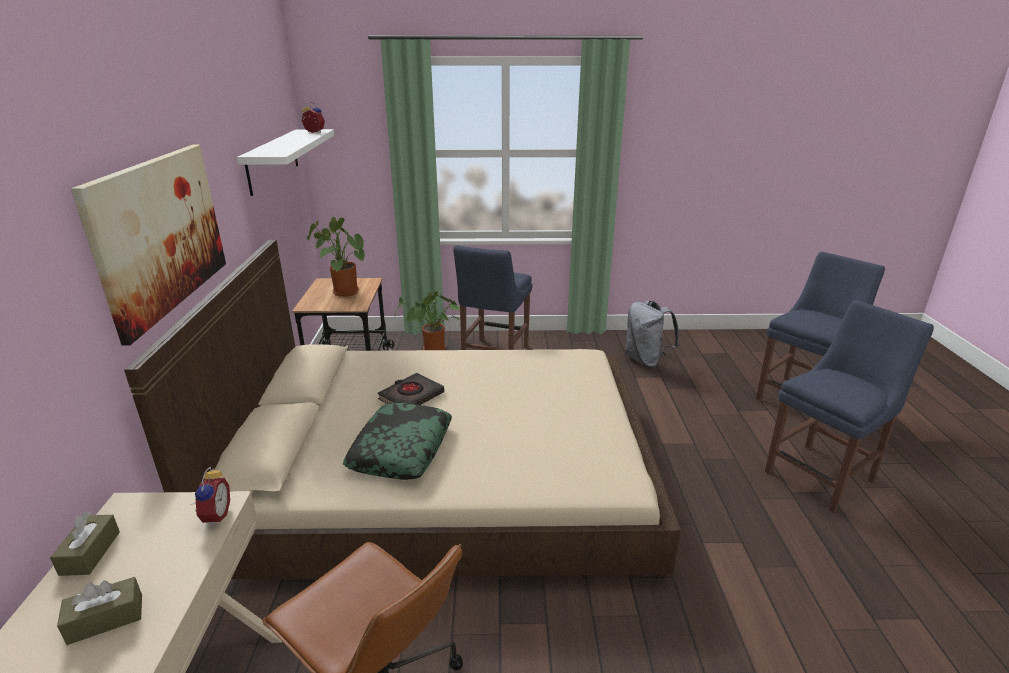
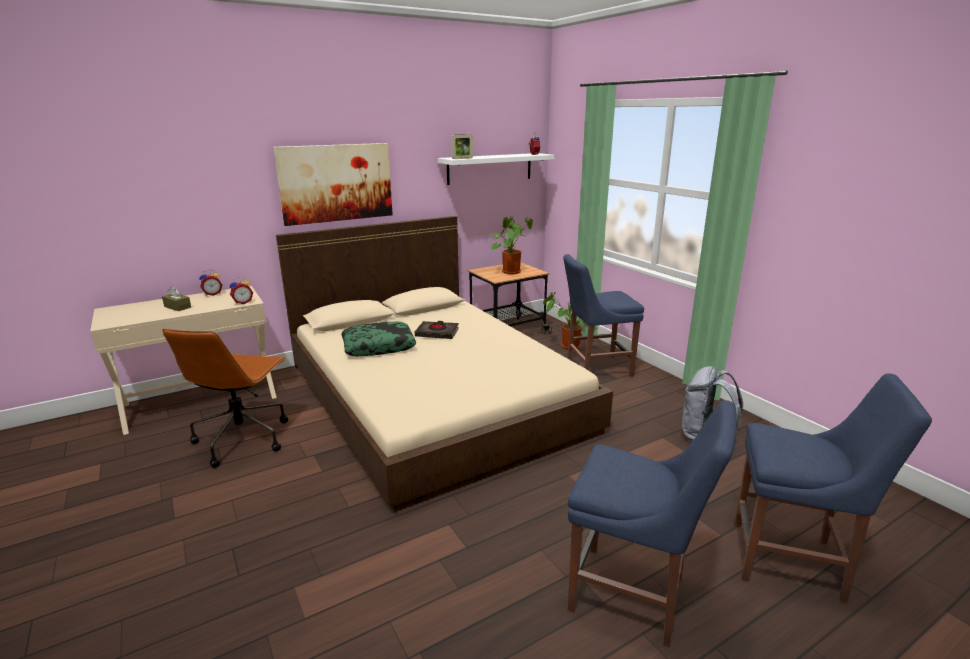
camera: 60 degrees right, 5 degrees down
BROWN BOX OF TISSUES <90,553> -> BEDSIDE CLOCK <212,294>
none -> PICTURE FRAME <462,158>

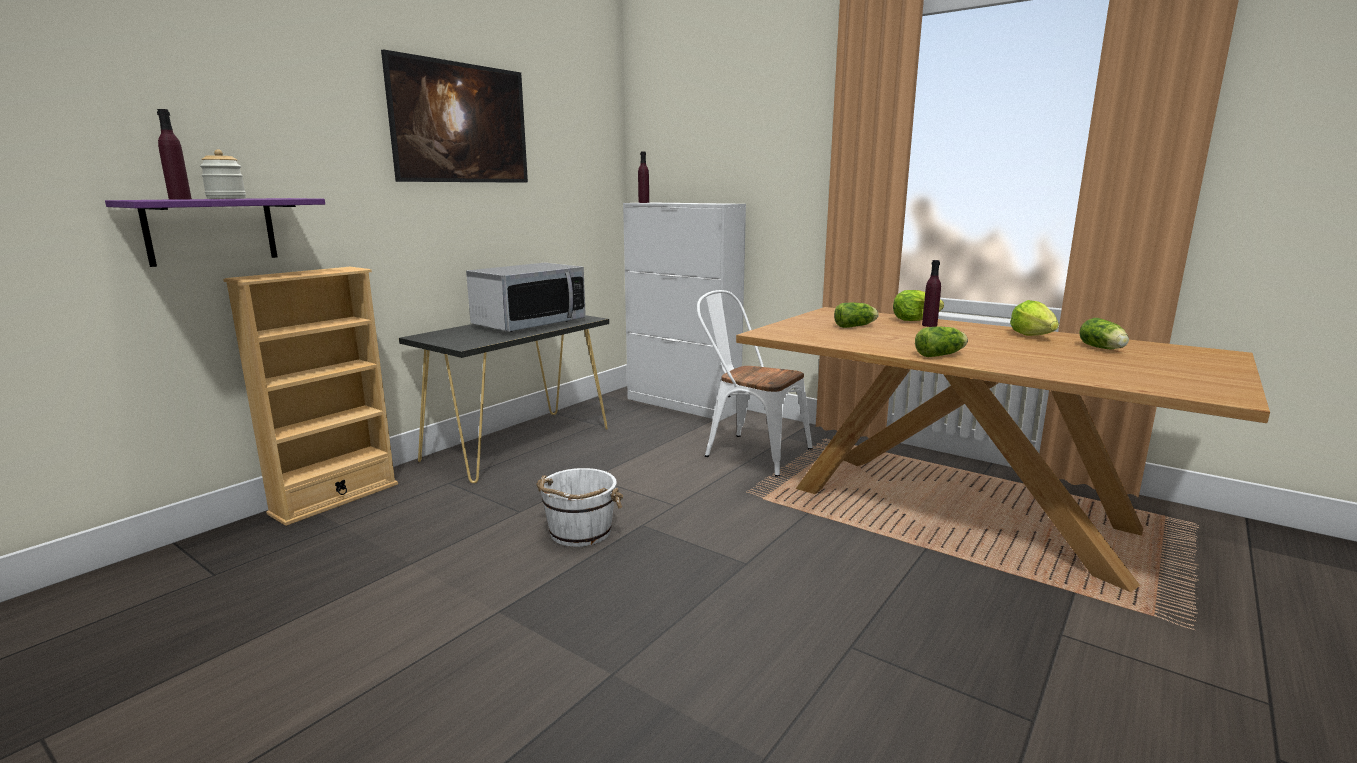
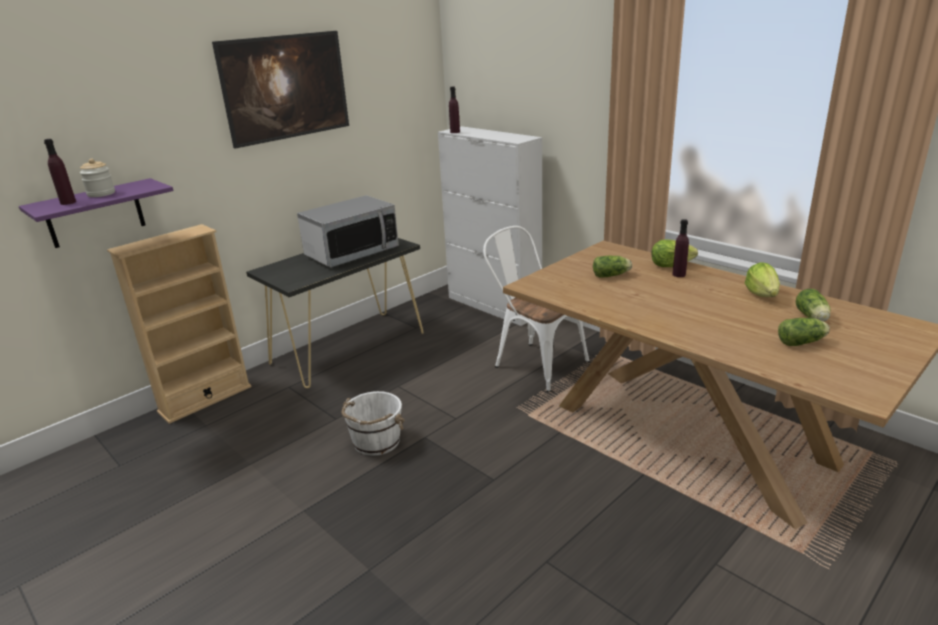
camera: 10 degrees right, 10 degrees up
LETTUCE <941,355> -> LETTUCE <802,342>, relocated

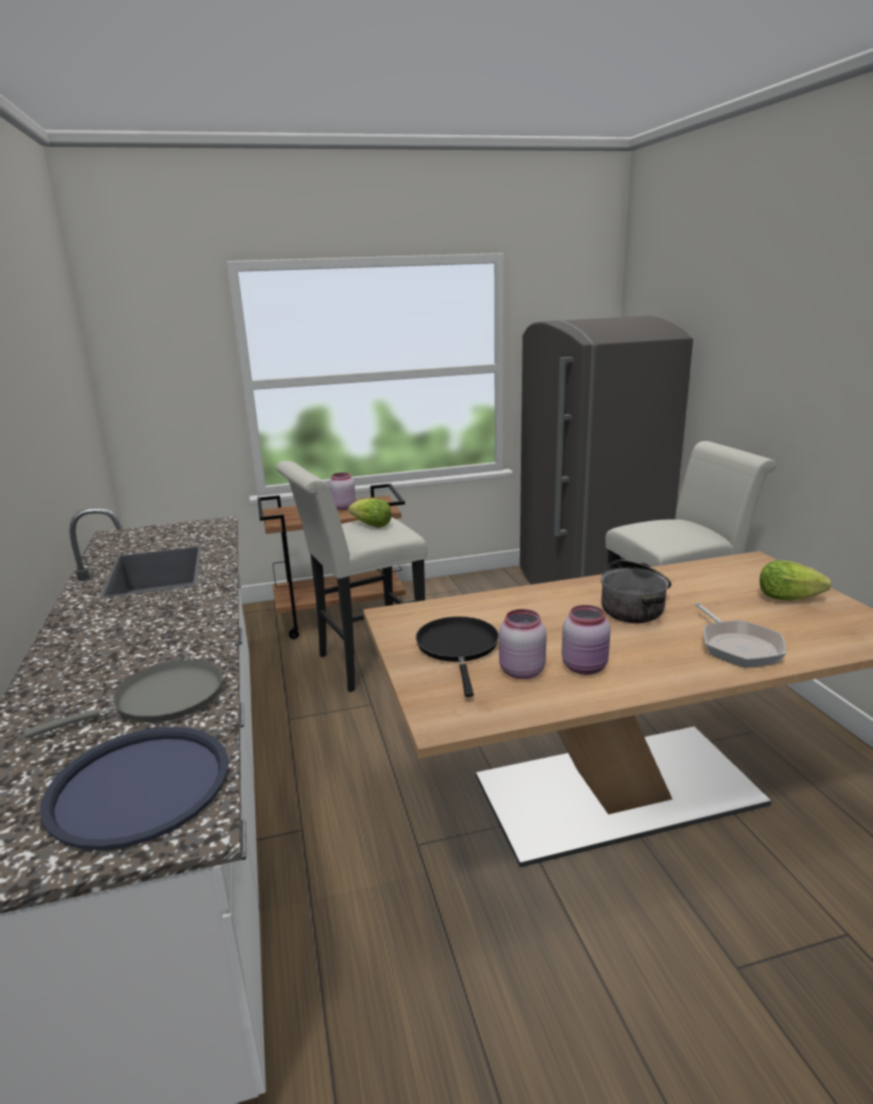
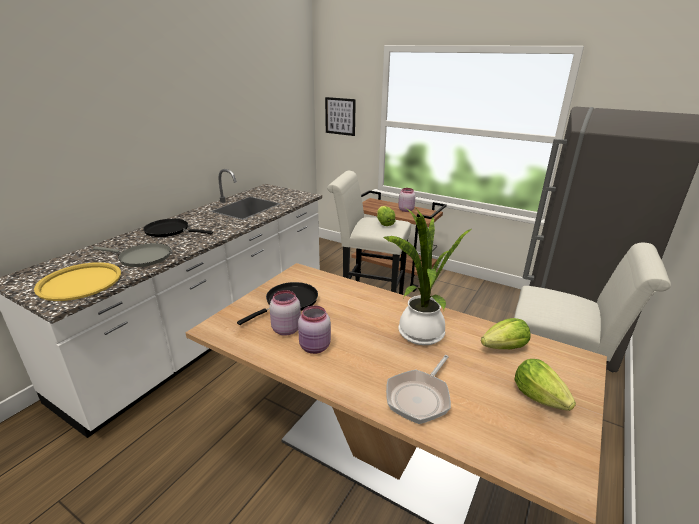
camera: 45 degrees right, 5 degrees up
BLUE-COLOURED TRAY <140,786> -> YELLOWISH TRAY <80,282>
SAUCEPOT <635,605> -> PLANT IN A POT <419,335>
none -> BLACKISH SKILLET <170,231>
none -> PICTURE <340,116>
none -> LETTUCE <504,348>

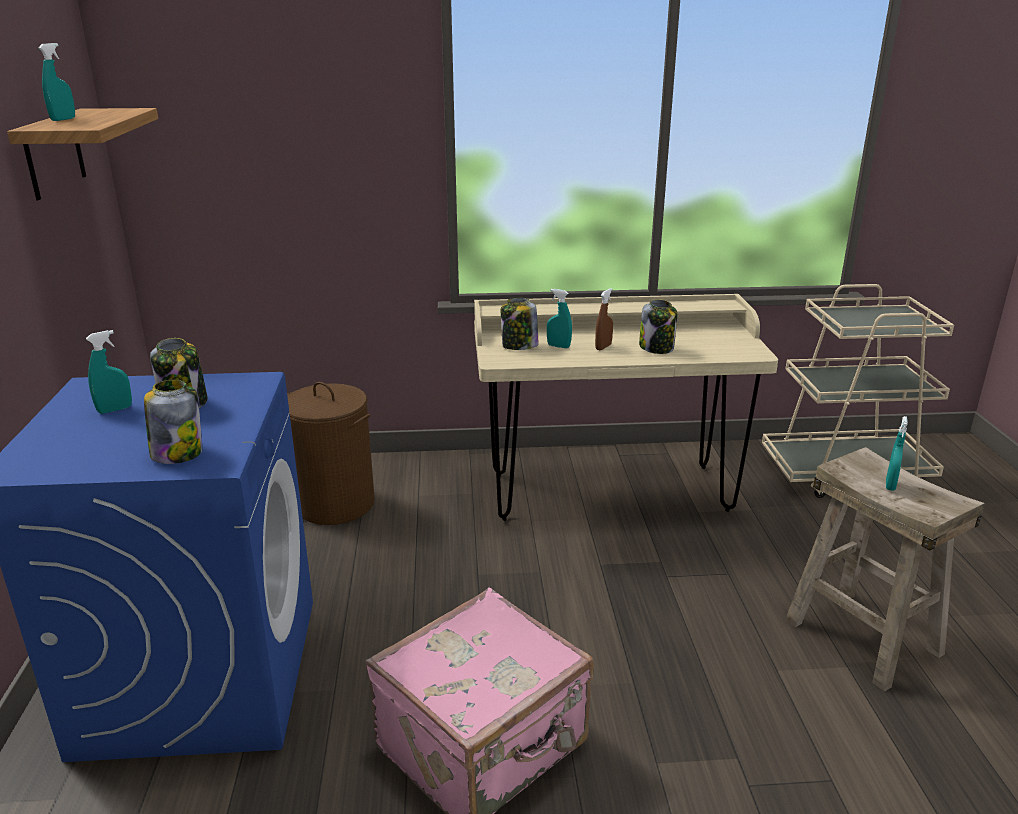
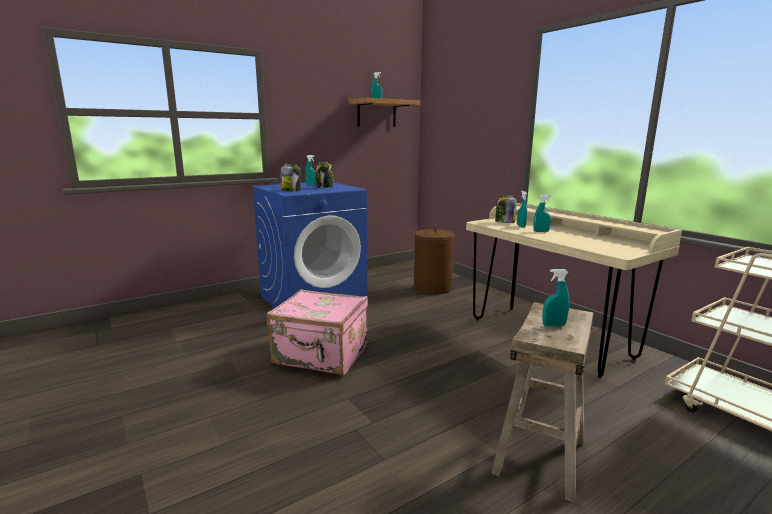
camera: 60 degrees right, 10 degrees down
BROWN SPRAYER <603,347> -> TURQUOISE SPRAYER <541,231>
PRESERVE JAR <657,348> -> none

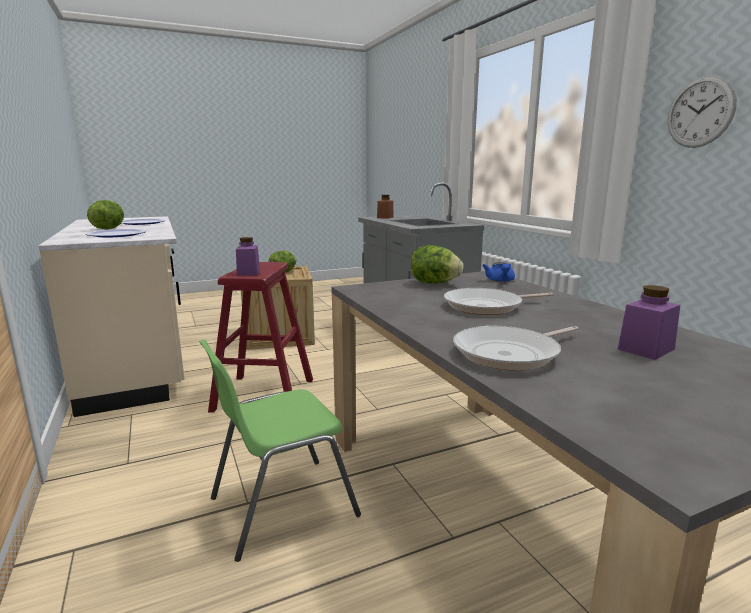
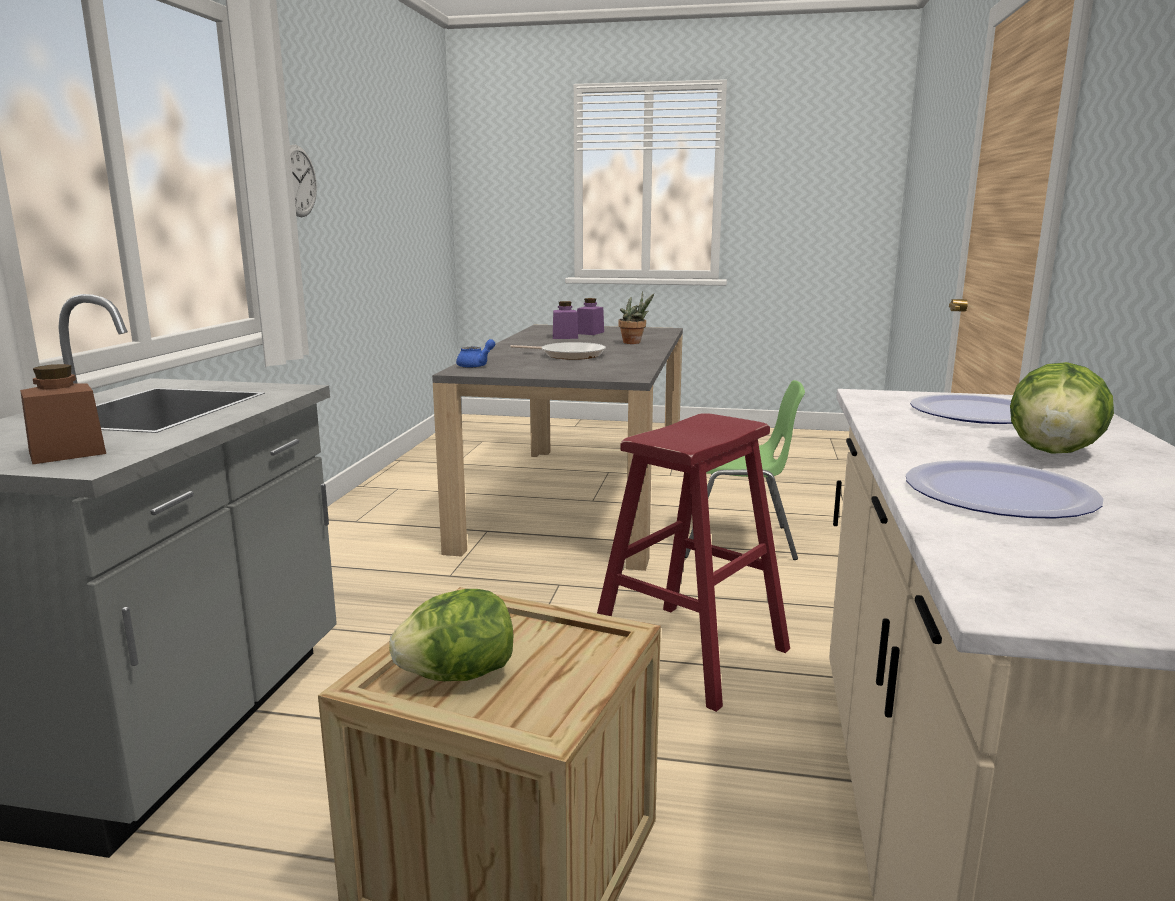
camera: 145 degrees left, 0 degrees up
PURPLISH PRESERVE JAR <248,272> -> PURPLISH PRESERVE JAR <590,333>, relocated
LETTUCE <434,283> -> none
SKILLET <510,353> -> PLANT IN A POT <634,343>

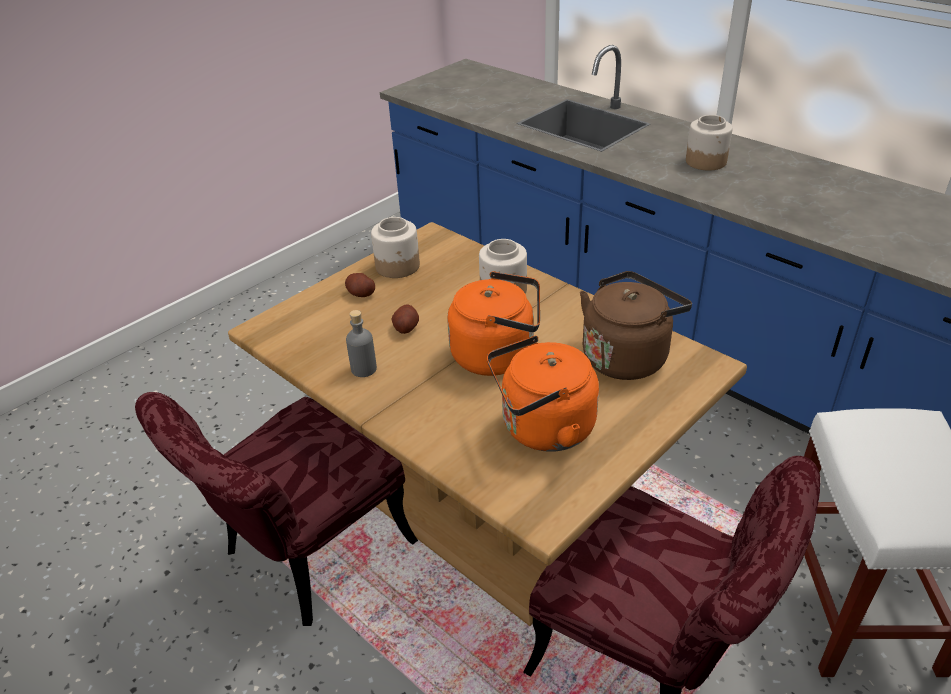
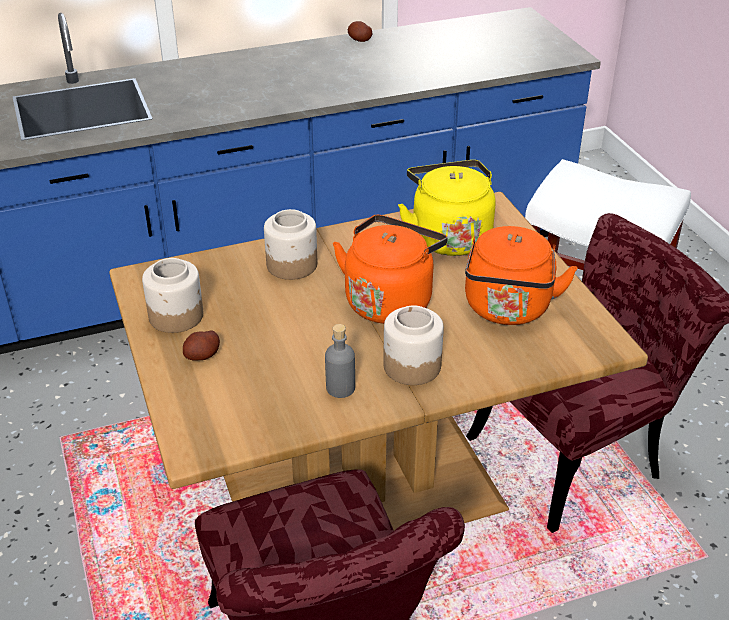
camera: 65 degrees left, 0 degrees up
POTATO <406,328> -> POTATO <359,40>, relocated
BROWN WATER KETTLE <627,356> -> YELLOWISH WATER KETTLE <448,236>
PRESERVE JAR <706,161> -> PRESERVE JAR <411,365>, relocated

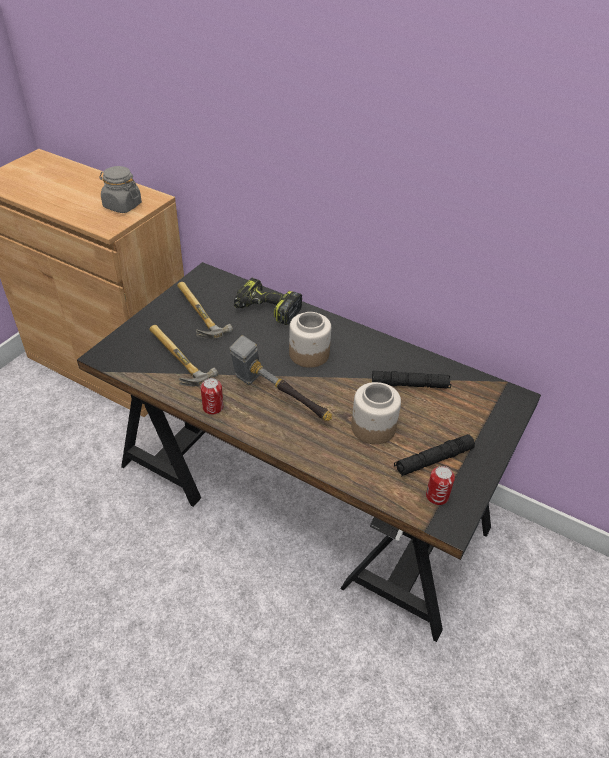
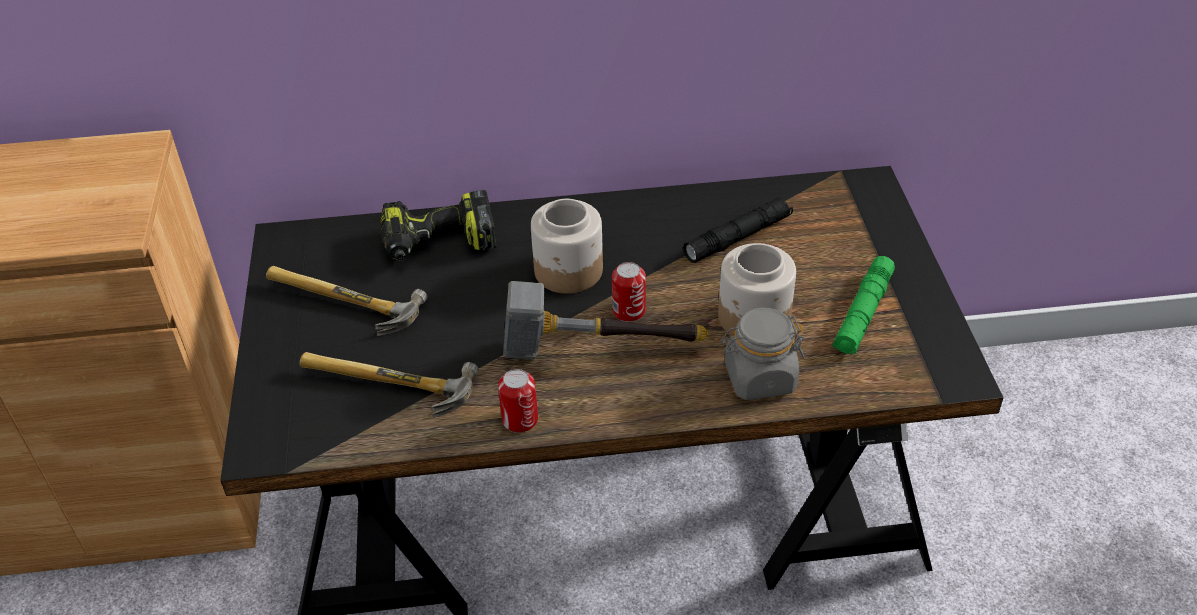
camera: 35 degrees left, 0 degrees up
GREYISH PRESERVE JAR <122,205> -> GREYISH PRESERVE JAR <759,378>, relocated
BLACKISH FLASHLIGHT <433,460> -> GREEN-COLOURED FLASHLIGHT <863,314>
SEALED CAN <437,496> -> SEALED CAN <628,311>, relocated

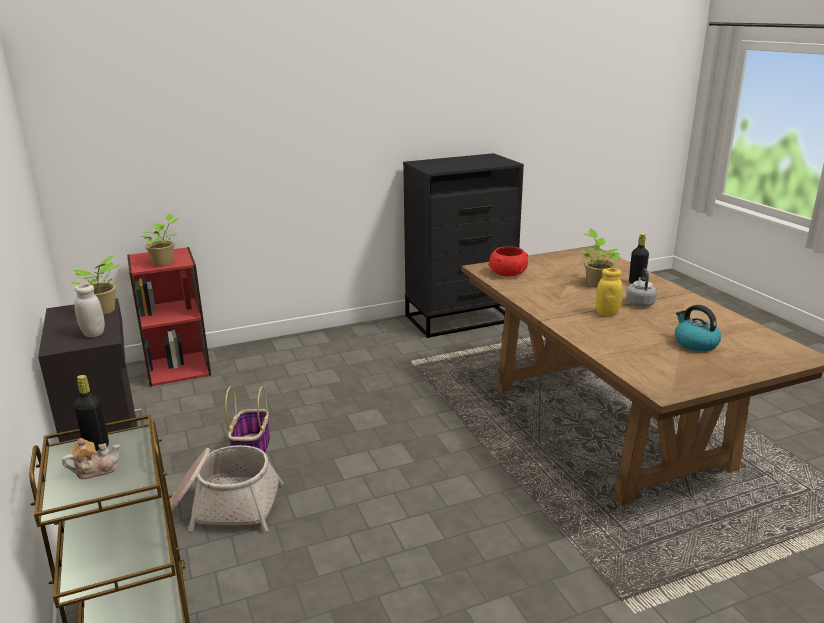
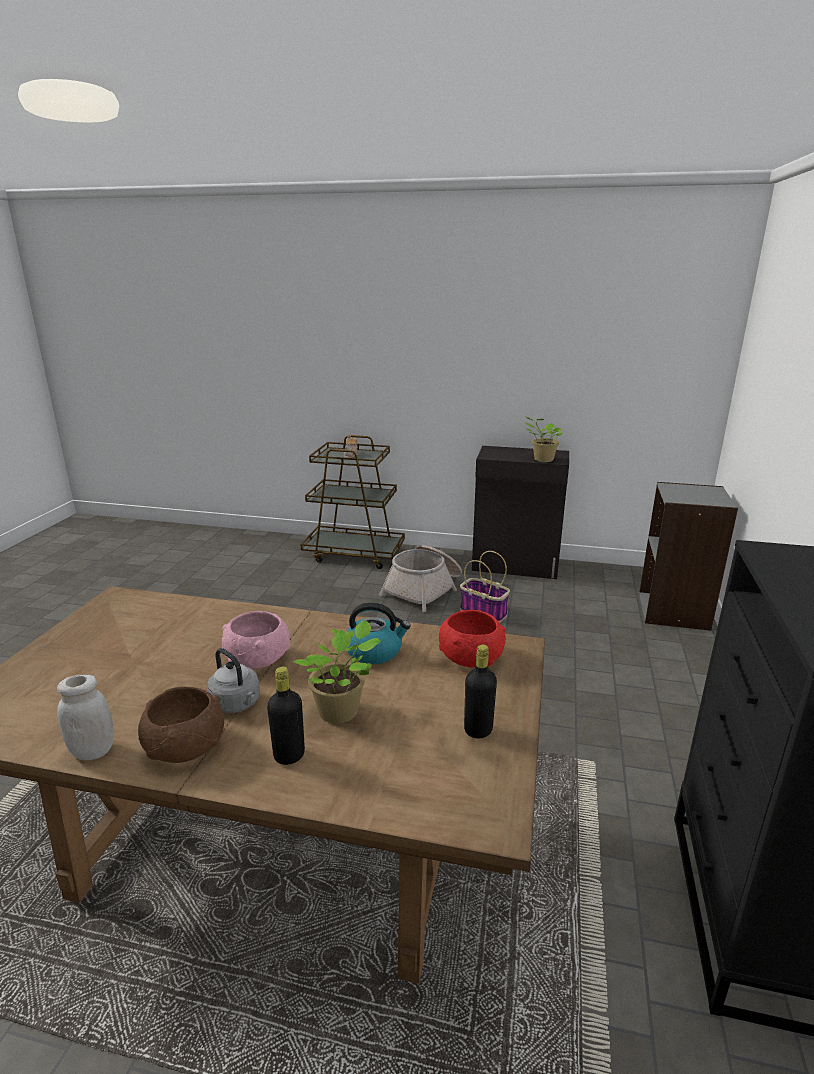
camera: 125 degrees right, 0 degrees up
WHITISH PRESERVE JAR <93,334> -> WHITISH PRESERVE JAR <93,751>, relocated
BLACKISH BEVERAGE BOTTLE <97,446> -> BLACKISH BEVERAGE BOTTLE <478,730>, relocated
RED SHELVING UNIT <178,368> -> GREYISH SHELVING UNIT <674,611>
PLANT IN A POT <164,263> -> none
YELLOWISH PRESERVE JAR <607,313> -> PINK DEEP DISH <257,659>
WATER KETTLE <695,343> -> WATER KETTLE <375,651>, relocated
none -> BROWN DEEP DISH <185,746>

